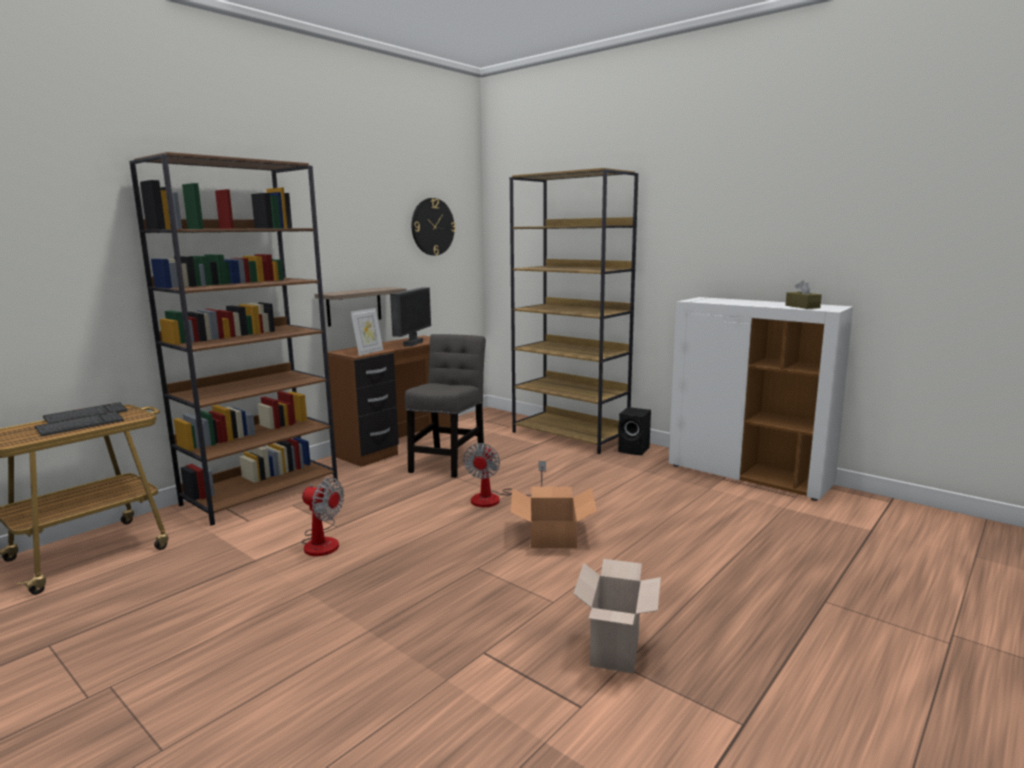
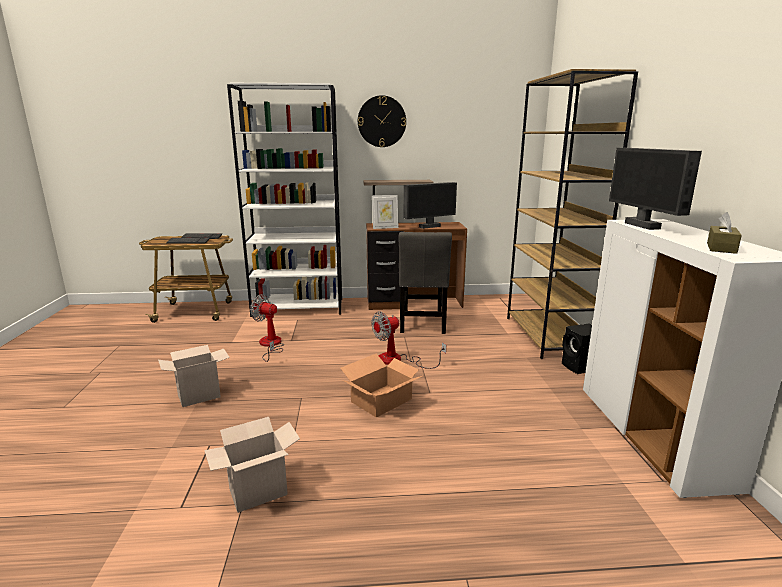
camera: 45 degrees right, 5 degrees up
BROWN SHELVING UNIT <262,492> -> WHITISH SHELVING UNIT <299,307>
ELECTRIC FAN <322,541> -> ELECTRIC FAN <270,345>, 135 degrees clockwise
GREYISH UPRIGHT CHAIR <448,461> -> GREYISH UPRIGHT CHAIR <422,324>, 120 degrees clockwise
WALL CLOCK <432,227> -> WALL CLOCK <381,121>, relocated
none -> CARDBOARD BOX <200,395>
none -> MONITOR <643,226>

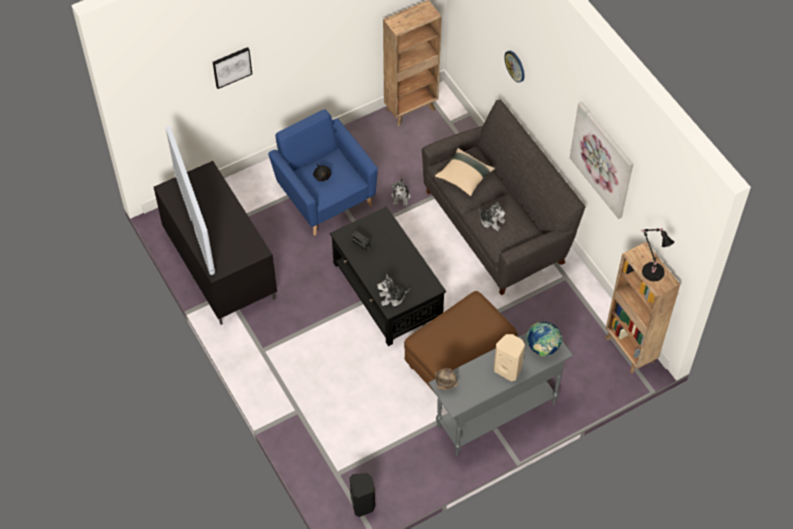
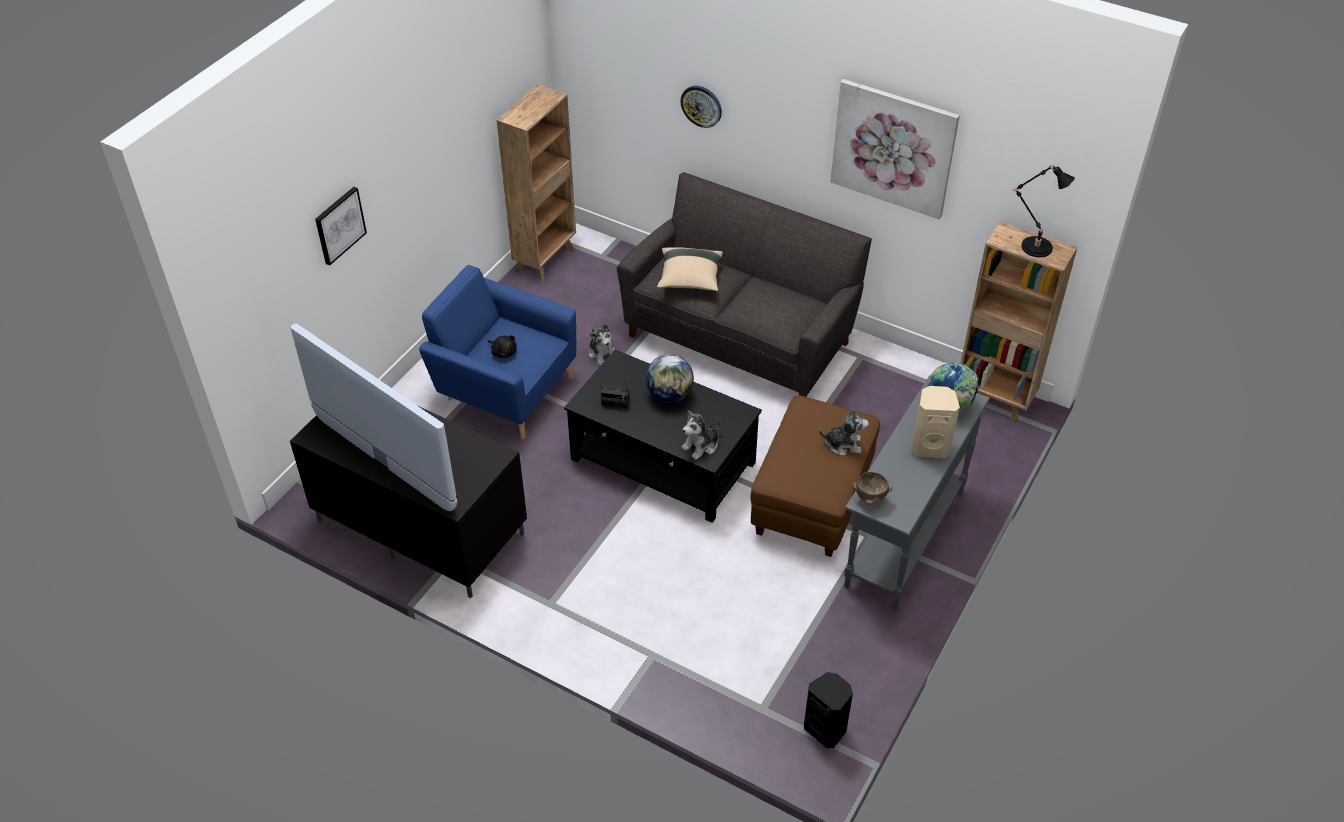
camera: 30 degrees left, 10 degrees down
SOFT TOY <491,221> -> SOFT TOY <843,444>, relocated
none -> GLOBE <669,395>

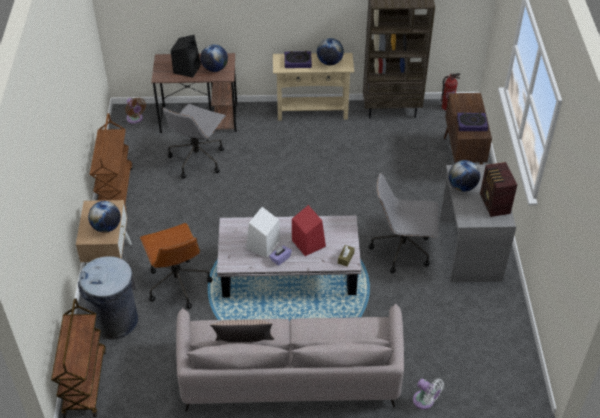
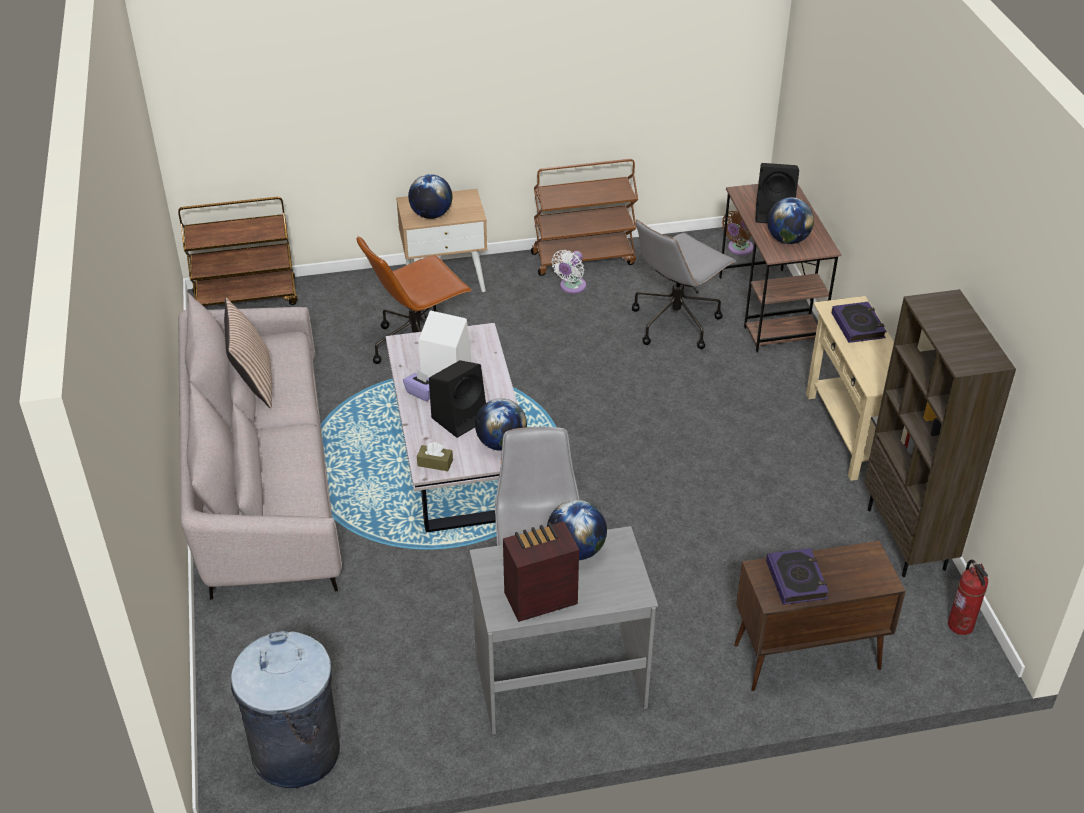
camera: 80 degrees right, 5 degrees down
GREYISH TRASH CAN <115,321> -> GREYISH TRASH CAN <295,752>, relocated
GREYISH OFFICE CHAIR <197,158> -> GREYISH OFFICE CHAIR <676,322>, 60 degrees counterclockwise
RED LOUDSPEAKER <308,243> -> BLACKISH LOUDSPEAKER <460,417>
GLOBE <329,62> -> GLOBE <501,443>, relocated
WHITISH ELECTRIC FAN <425,401> -> WHITISH ELECTRIC FAN <571,287>, relocated

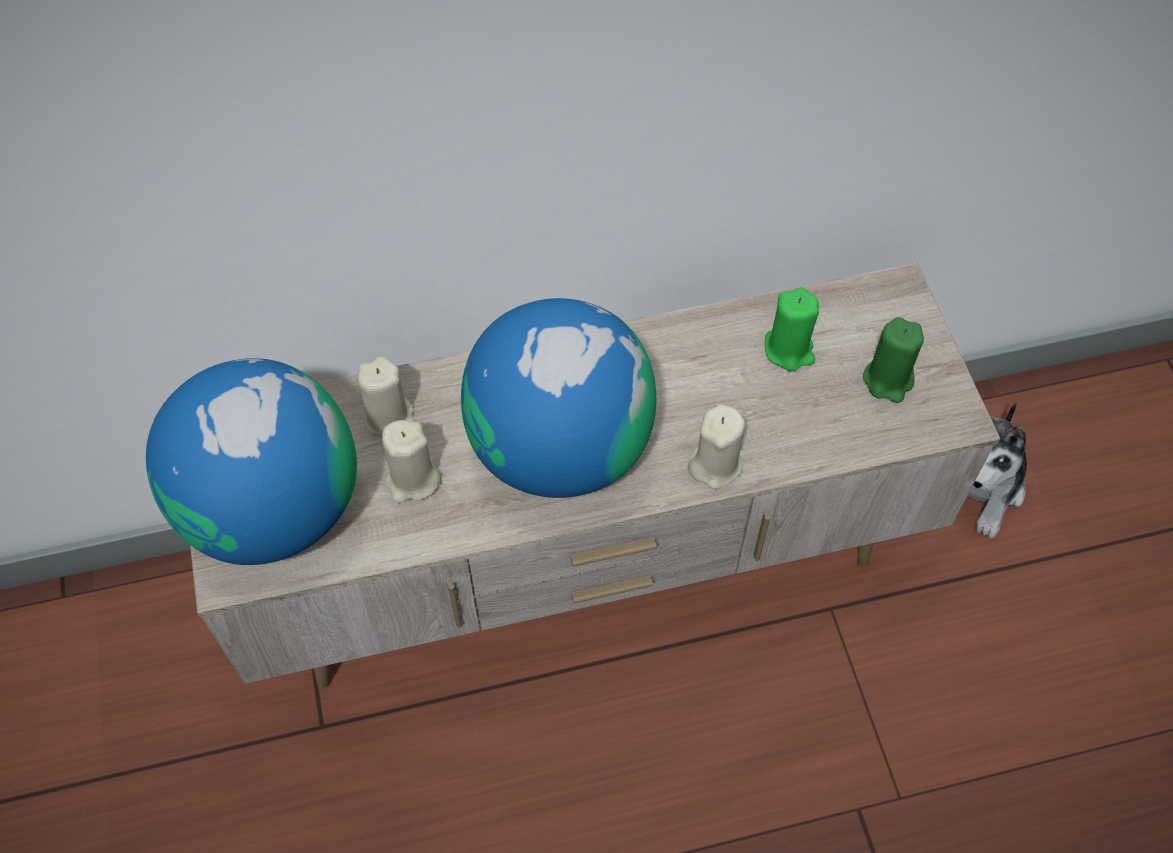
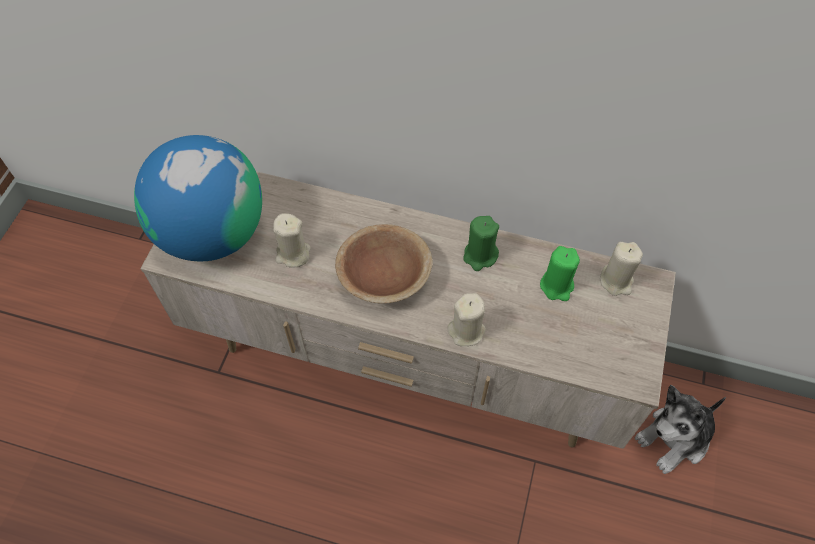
camera: 30 degrees right, 0 degrees up
SAND-COLOURED WAX LIGHT <389,418> -> SAND-COLOURED WAX LIGHT <616,281>, relocated
GLOBE <560,447> -> BROWN DEEP DISH <384,276>
GREEN-COLOURED WAX LIGHT <888,380> -> GREEN-COLOURED WAX LIGHT <480,256>, relocated

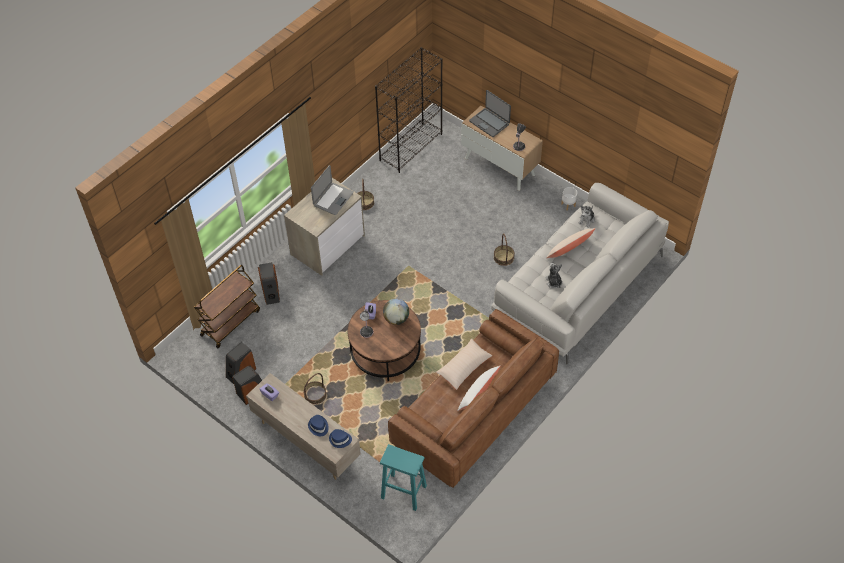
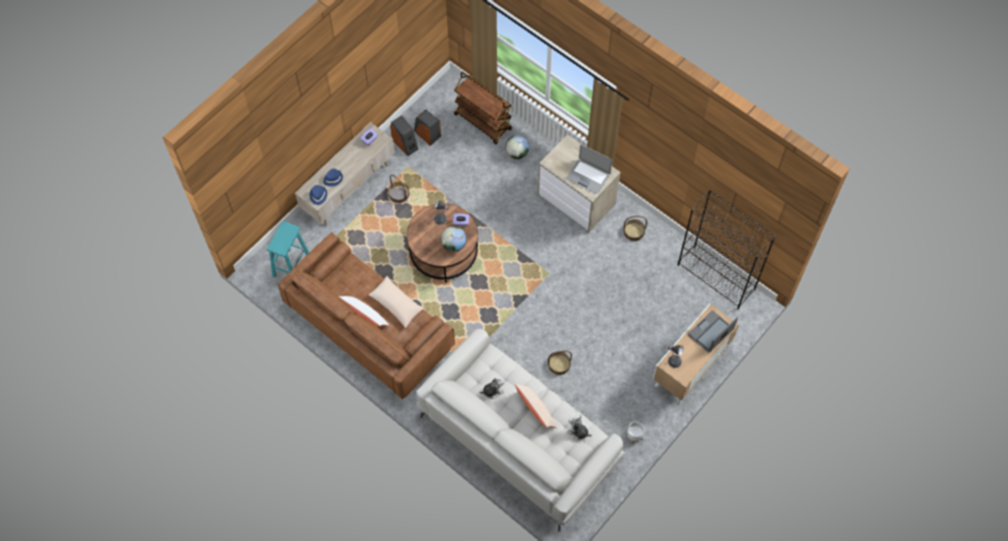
camera: 90 degrees right, 10 degrees up
LOUDSPEAKER <271,293> -> GLOBE <517,153>

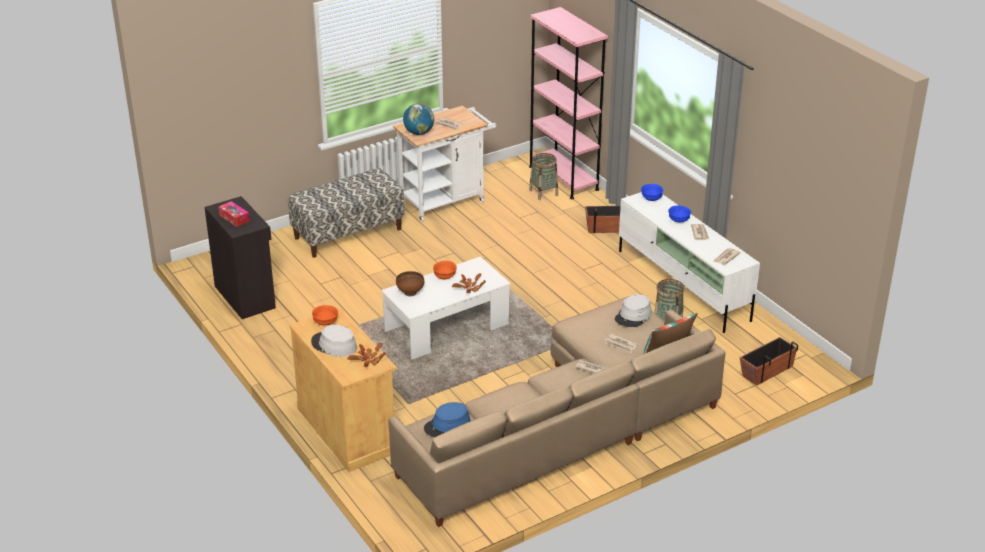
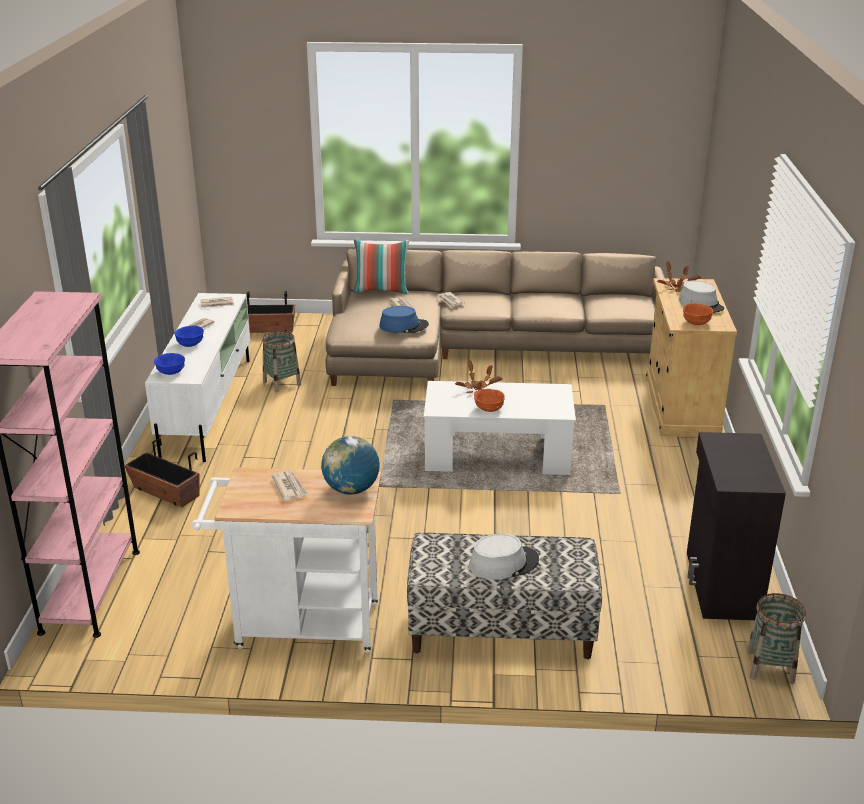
camera: 145 degrees left, 5 degrees down
BOX OF TISSUES <234,218> -> none
BROWN DEEP DISH <410,293> -> none
BLUE-COLOURED CLOTHING HAT <447,426> -> BLUE-COLOURED CLOTHING HAT <404,326>, relocated
BASKET <543,193> -> BASKET <770,667>, relocated
GREYISH CLOTHING HAT <633,316> -> GREYISH CLOTHING HAT <503,563>, relocated

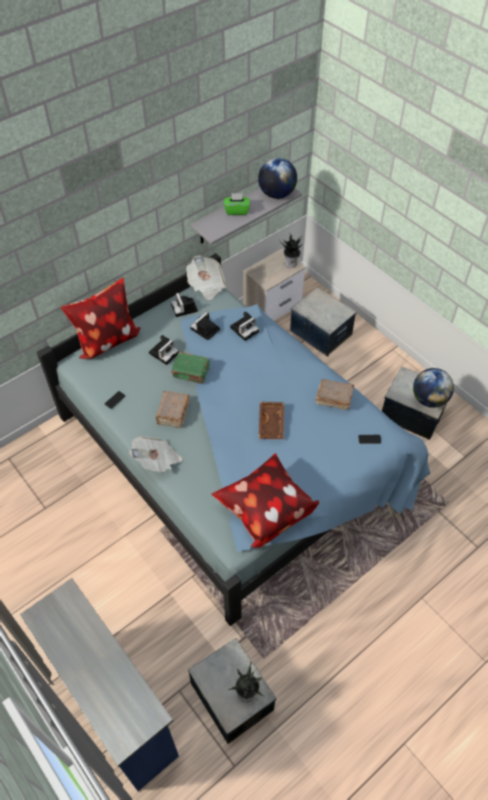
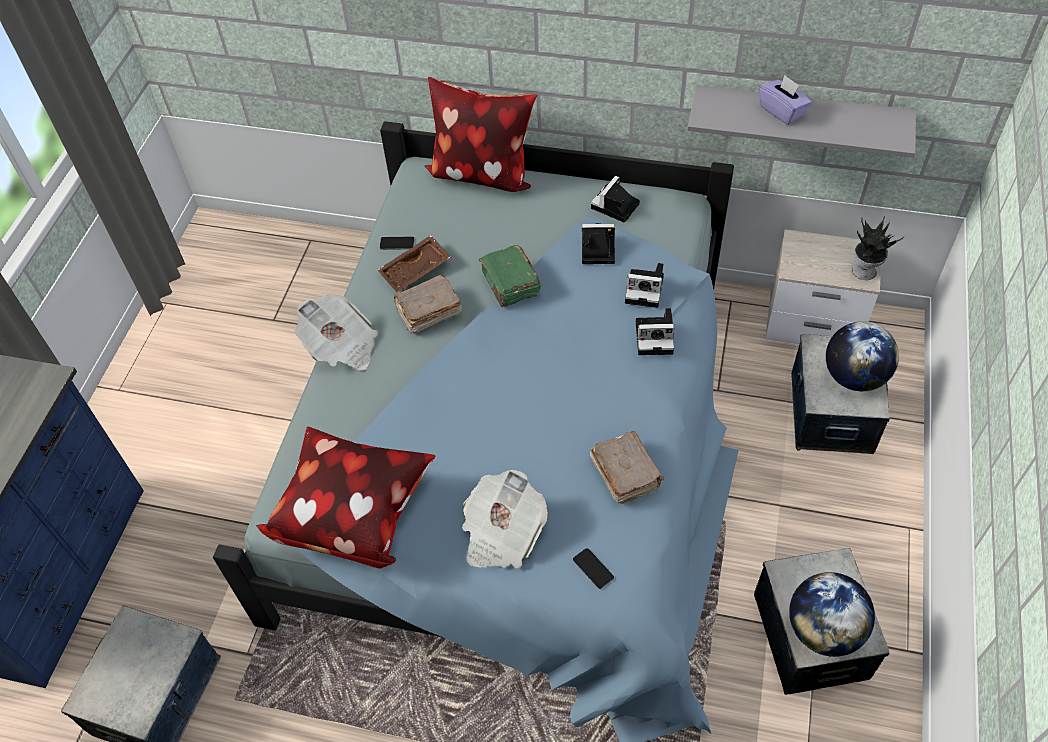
camera: 55 degrees right, 0 degrees up
PHOTO CAMERA <164,352> -> PHOTO CAMERA <656,337>, relocated
DAILY PAPER <206,285> -> DAILY PAPER <501,533>, relocated
GREEN-COLOURED BOX OF TISSUES <237,211> -> PURPLISH BOX OF TISSUES <782,111>
PLANT IN A POT <247,692> -> none
GLOBE <276,194> -> GLOBE <854,377>, relocated
BROWN TRAY <272,424> -> BROWN TRAY <416,271>, relocated

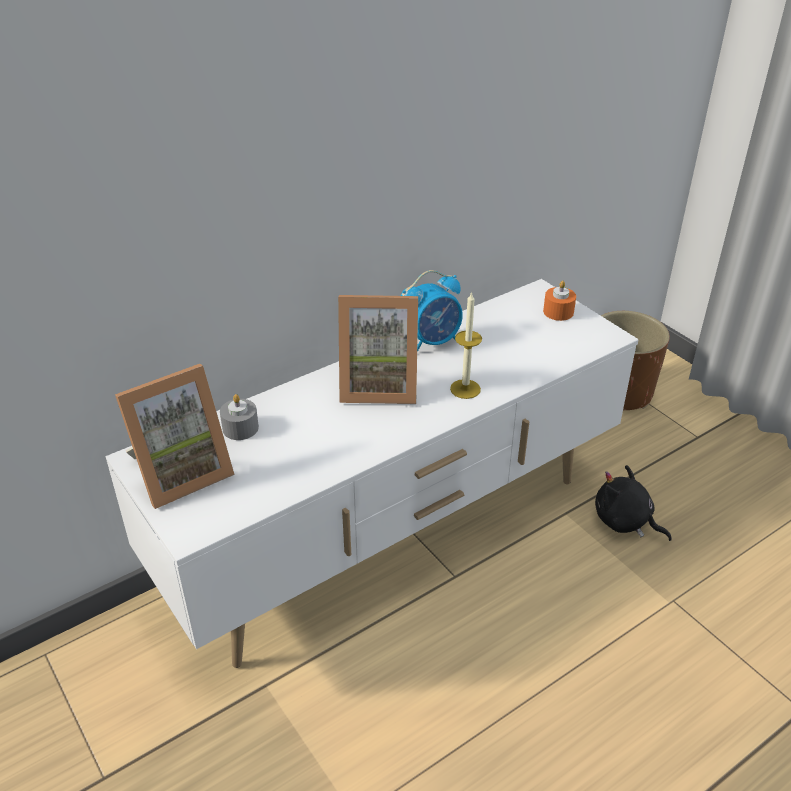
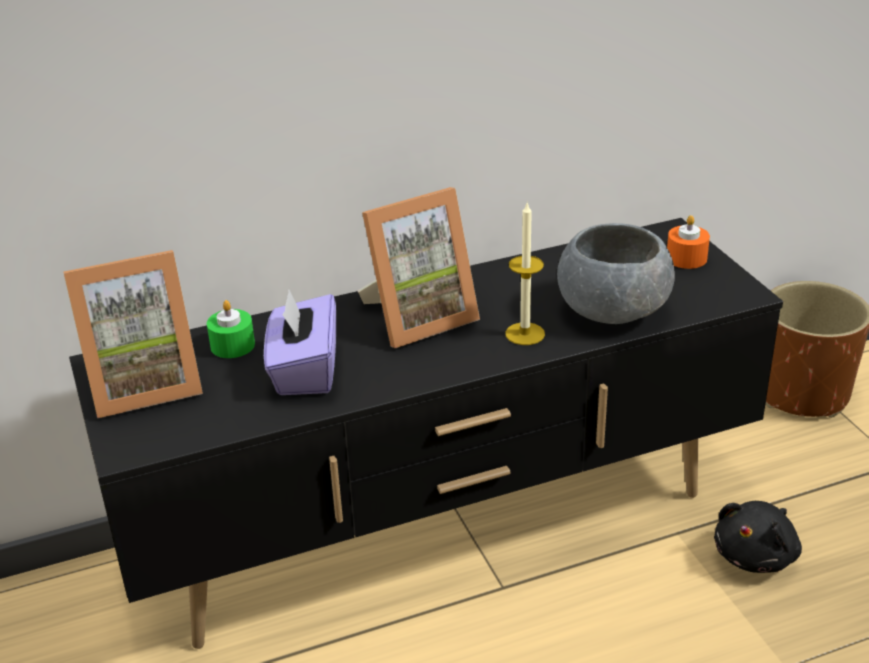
camera: 15 degrees right, 5 degrees down
WHITISH TV UNIT <395,538> -> BLACKISH TV UNIT <442,530>
GREYISH WAX LIGHT <240,428> -> GREEN-COLOURED WAX LIGHT <232,345>
PICTURE FRAME <378,385> -> PICTURE FRAME <418,317>, 45 degrees counterclockwise
BEDSIDE CLOCK <431,341> -> none
BLACKISH SOFT TOY <625,522> -> BLACKISH SOFT TOY <756,555>, 105 degrees counterclockwise
none -> PURPLISH BOX OF TISSUES <304,371>
none -> GREYISH DEEP DISH <613,310>

